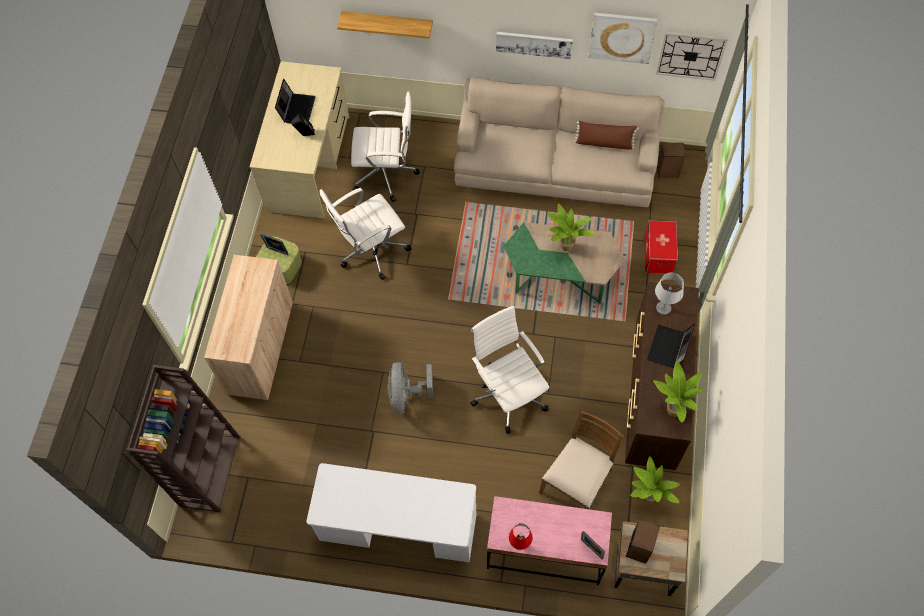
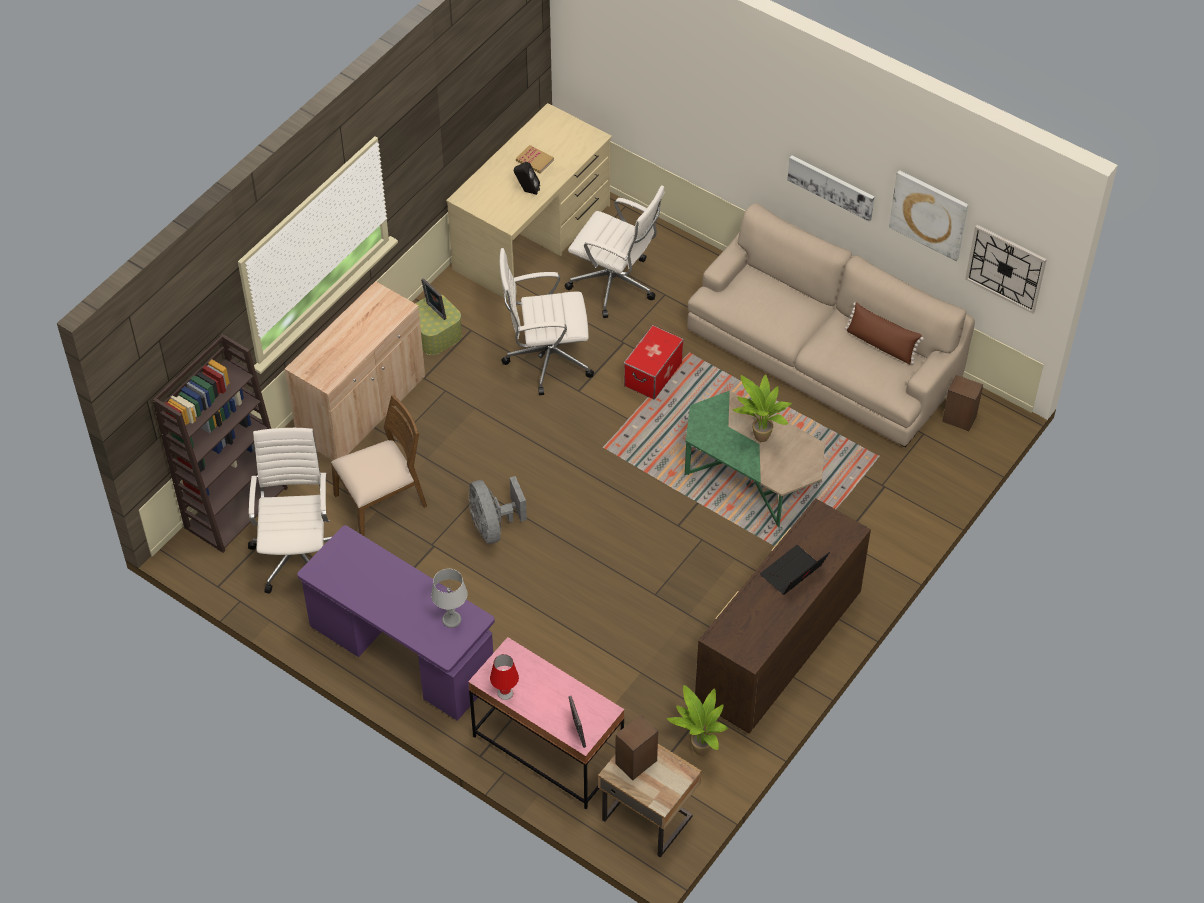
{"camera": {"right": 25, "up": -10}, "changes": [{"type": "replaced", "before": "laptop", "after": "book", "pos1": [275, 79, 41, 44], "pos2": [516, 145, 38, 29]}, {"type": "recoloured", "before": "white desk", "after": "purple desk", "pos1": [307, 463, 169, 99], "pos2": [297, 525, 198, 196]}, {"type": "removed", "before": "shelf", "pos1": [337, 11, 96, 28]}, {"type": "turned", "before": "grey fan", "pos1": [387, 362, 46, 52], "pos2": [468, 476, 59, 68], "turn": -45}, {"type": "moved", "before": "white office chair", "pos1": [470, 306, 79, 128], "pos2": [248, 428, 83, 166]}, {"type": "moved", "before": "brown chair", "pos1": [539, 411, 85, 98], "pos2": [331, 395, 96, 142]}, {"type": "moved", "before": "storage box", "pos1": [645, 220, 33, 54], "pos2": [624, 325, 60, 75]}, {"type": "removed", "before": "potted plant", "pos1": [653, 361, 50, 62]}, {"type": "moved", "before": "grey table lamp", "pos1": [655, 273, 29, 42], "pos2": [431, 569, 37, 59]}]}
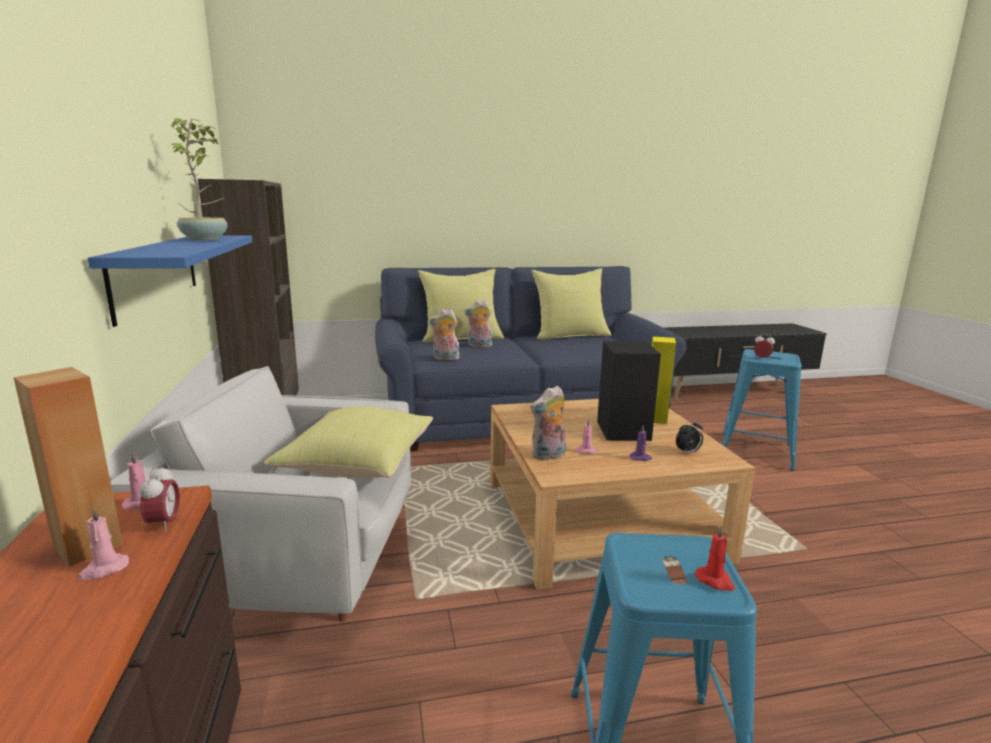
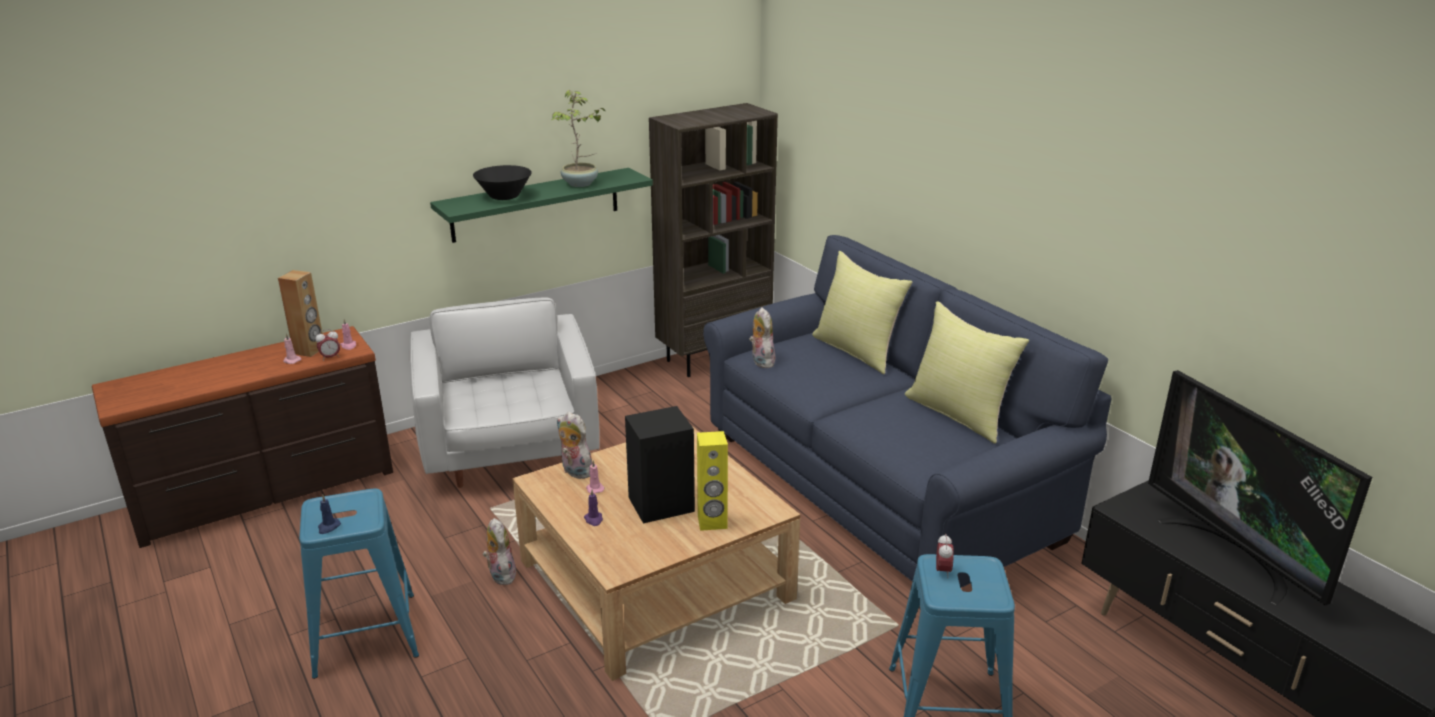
{"camera": {"right": 70, "up": 10}, "changes": [{"type": "recoloured", "before": "blue shelf", "after": "green shelf", "pos1": [88, 235, 164, 92], "pos2": [430, 168, 223, 75]}, {"type": "removed", "before": "yellow pillow", "pos1": [264, 406, 169, 72]}, {"type": "moved", "before": "plush toy", "pos1": [464, 300, 28, 47], "pos2": [483, 518, 33, 67]}, {"type": "removed", "before": "alarm clock", "pos1": [676, 419, 27, 36]}, {"type": "recoloured", "before": "red candle", "after": "blue candle", "pos1": [695, 525, 40, 66], "pos2": [318, 495, 23, 39]}, {"type": "added", "after": "black bowl", "pos2": [473, 165, 59, 35]}, {"type": "added", "after": "television", "pos2": [1148, 370, 224, 235]}]}
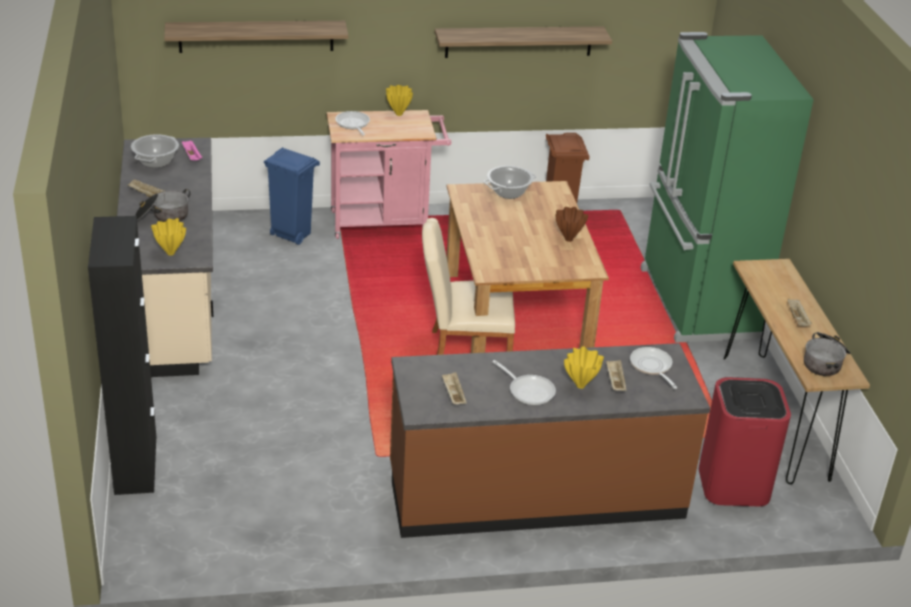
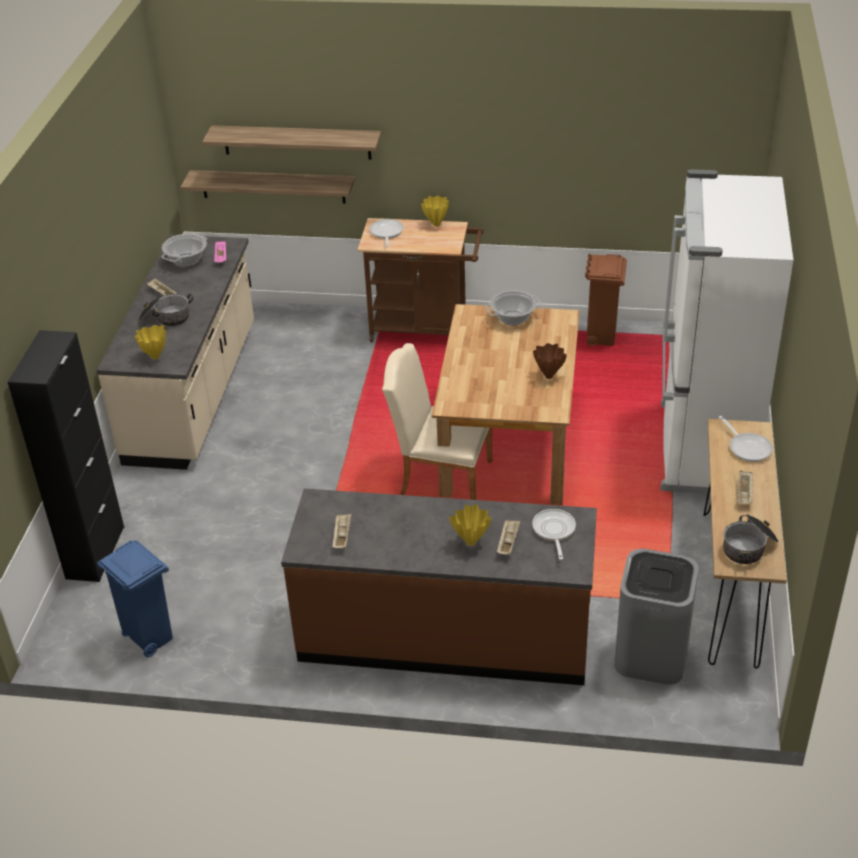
{"camera": {"right": 20, "up": 5}, "changes": [{"type": "moved", "before": "blue trash can", "pos1": [264, 147, 56, 98], "pos2": [97, 540, 76, 117]}, {"type": "recoloured", "before": "pink cart", "after": "brown cart", "pos1": [327, 110, 125, 129], "pos2": [357, 218, 127, 124]}, {"type": "moved", "before": "shelf", "pos1": [435, 26, 177, 32], "pos2": [181, 170, 174, 34]}, {"type": "moved", "before": "frying pan", "pos1": [492, 360, 64, 45], "pos2": [719, 416, 54, 46]}, {"type": "recoloured", "before": "green fridge", "after": "white fridge", "pos1": [641, 32, 173, 311], "pos2": [661, 169, 132, 325]}, {"type": "recoloured", "before": "red trash can", "after": "grey trash can", "pos1": [699, 377, 92, 129], "pos2": [614, 549, 84, 136]}]}
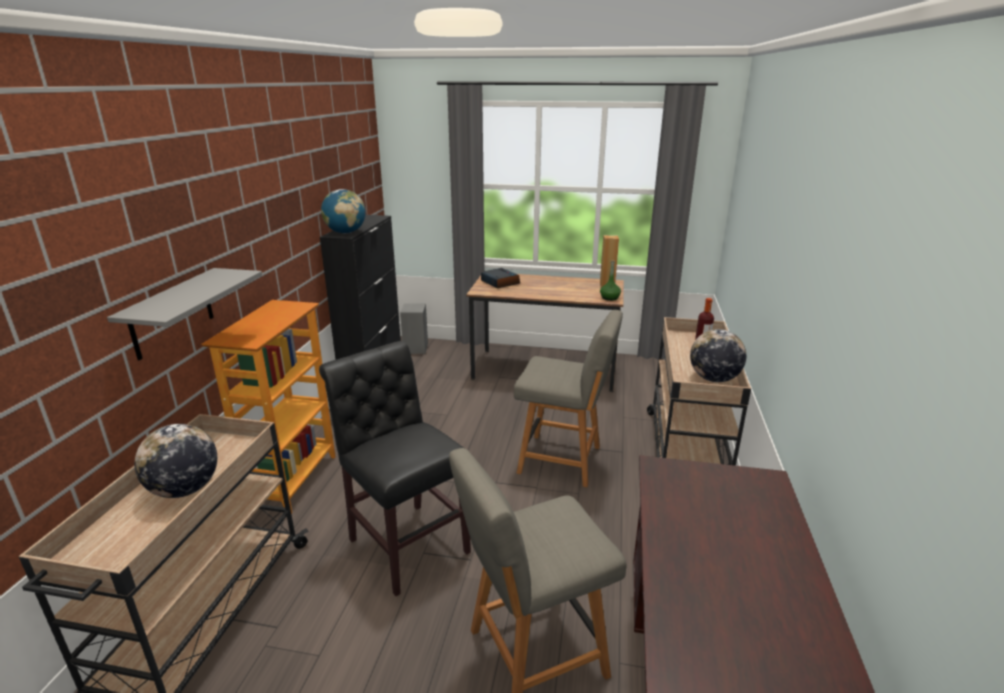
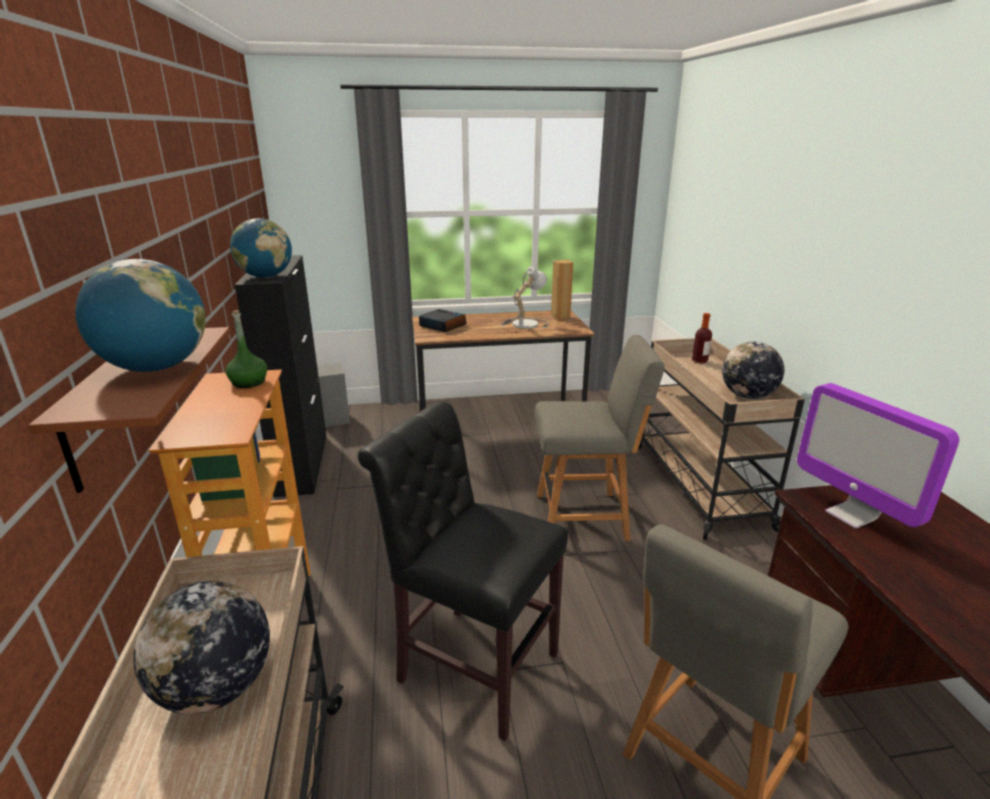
{"camera": {"right": -20, "up": 0}, "changes": [{"type": "recoloured", "before": "grey shelf", "after": "brown shelf", "pos1": [107, 268, 155, 93], "pos2": [28, 327, 203, 166]}, {"type": "moved", "before": "green bottle", "pos1": [600, 260, 21, 41], "pos2": [225, 310, 42, 78]}, {"type": "added", "after": "globe", "pos2": [75, 259, 131, 113]}, {"type": "added", "after": "table lamp", "pos2": [501, 266, 48, 63]}, {"type": "added", "after": "monitor", "pos2": [797, 383, 162, 146]}]}
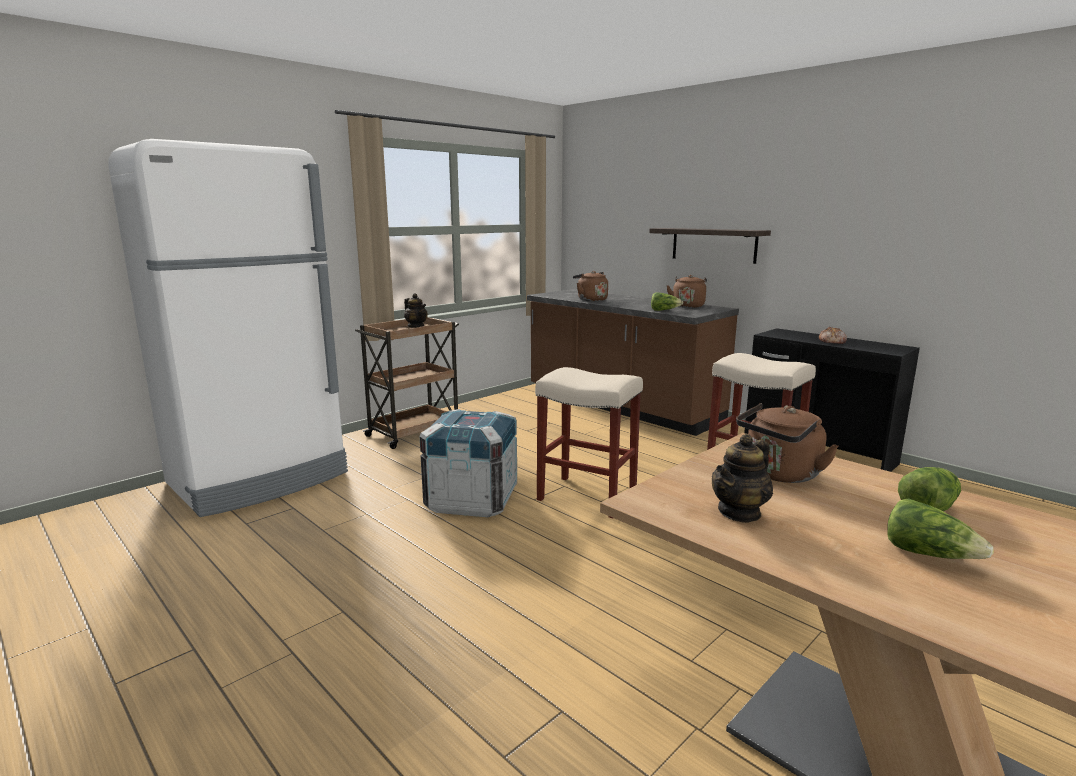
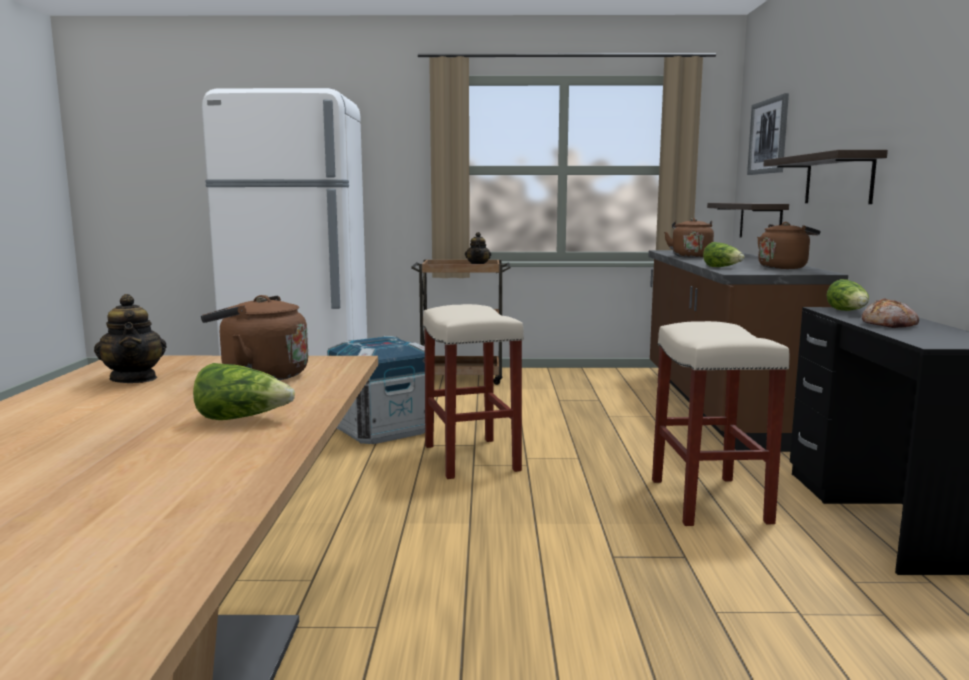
{"camera": {"right": 45, "up": -5}, "changes": [{"type": "turned", "before": "teapot", "pos1": [712, 434, 61, 89], "pos2": [94, 294, 72, 89], "turn": -120}, {"type": "moved", "before": "lettuce", "pos1": [887, 498, 107, 61], "pos2": [826, 279, 43, 32]}, {"type": "added", "after": "shelf", "pos2": [707, 203, 82, 35]}, {"type": "added", "after": "picture", "pos2": [747, 93, 42, 82]}]}
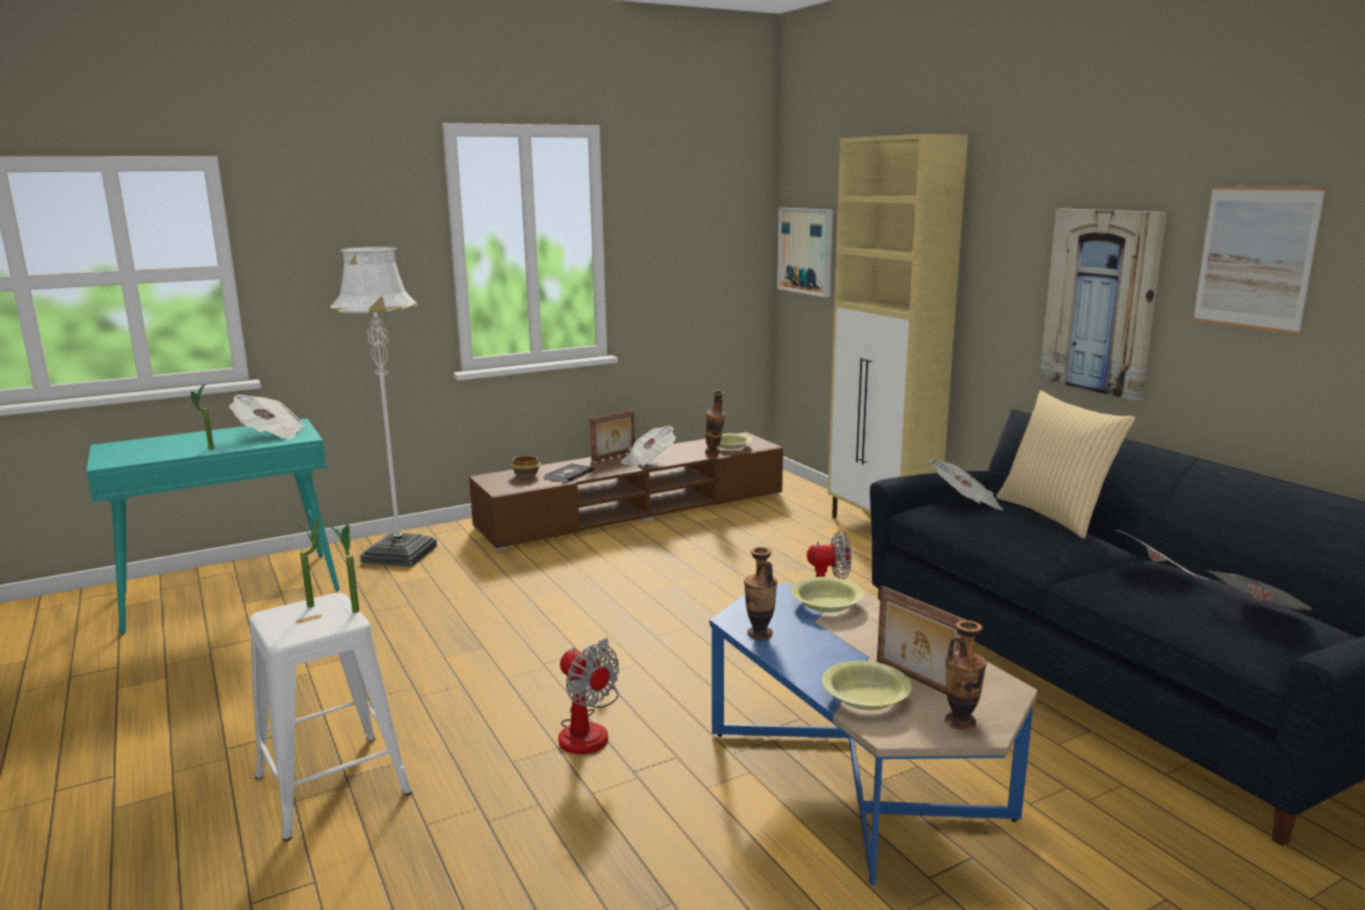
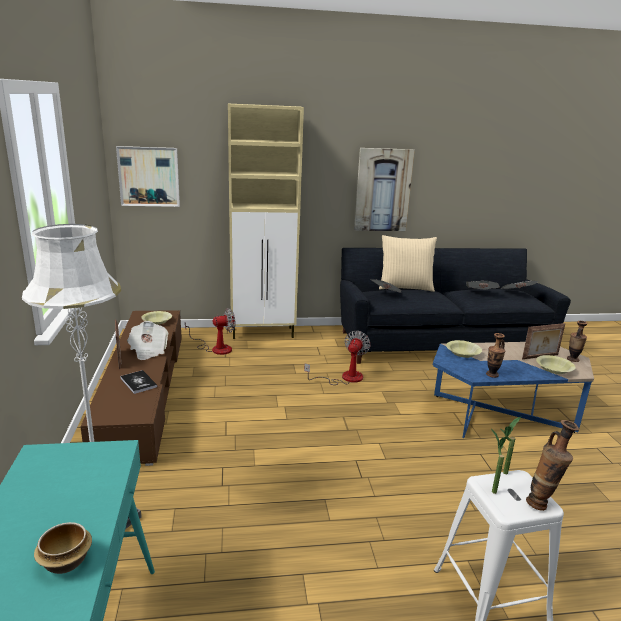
{"camera": {"right": -70, "up": 5}, "changes": [{"type": "removed", "before": "potted plant", "pos1": [189, 383, 25, 67]}, {"type": "removed", "before": "newspaper", "pos1": [229, 395, 76, 44]}, {"type": "moved", "before": "bowl", "pos1": [511, 456, 30, 22], "pos2": [34, 522, 58, 52]}, {"type": "moved", "before": "fan", "pos1": [558, 638, 61, 116], "pos2": [185, 308, 50, 47]}, {"type": "moved", "before": "vase", "pos1": [705, 391, 21, 65], "pos2": [526, 420, 53, 91]}, {"type": "removed", "before": "picture", "pos1": [1193, 186, 133, 149]}]}
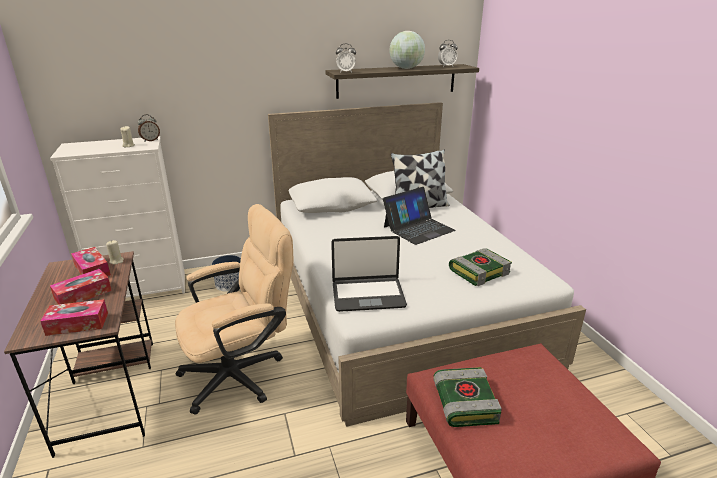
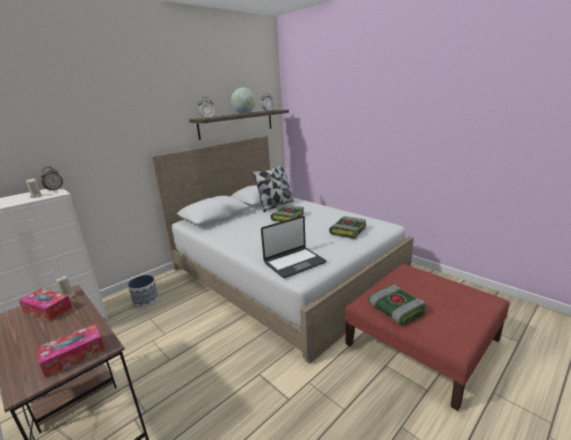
{"camera": {"right": -25, "up": -5}, "changes": [{"type": "removed", "before": "tissue box", "pos1": [50, 269, 62, 36]}, {"type": "removed", "before": "beige office chair", "pos1": [175, 204, 118, 211]}, {"type": "replaced", "before": "laptop", "after": "book", "pos1": [383, 187, 73, 58], "pos2": [271, 205, 33, 17]}]}
